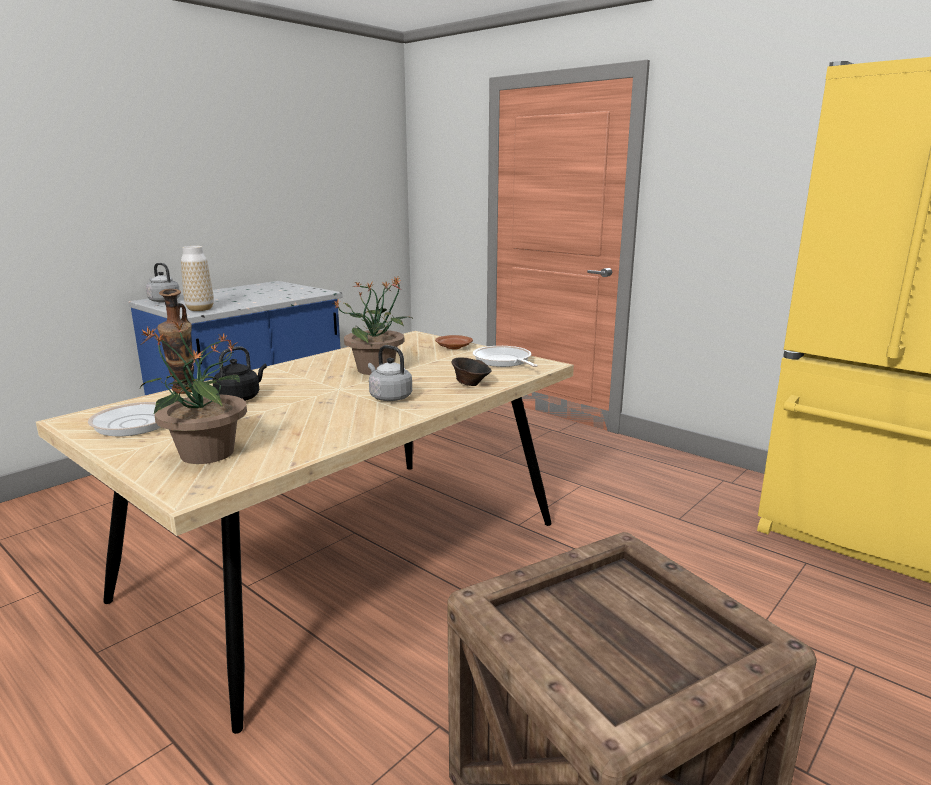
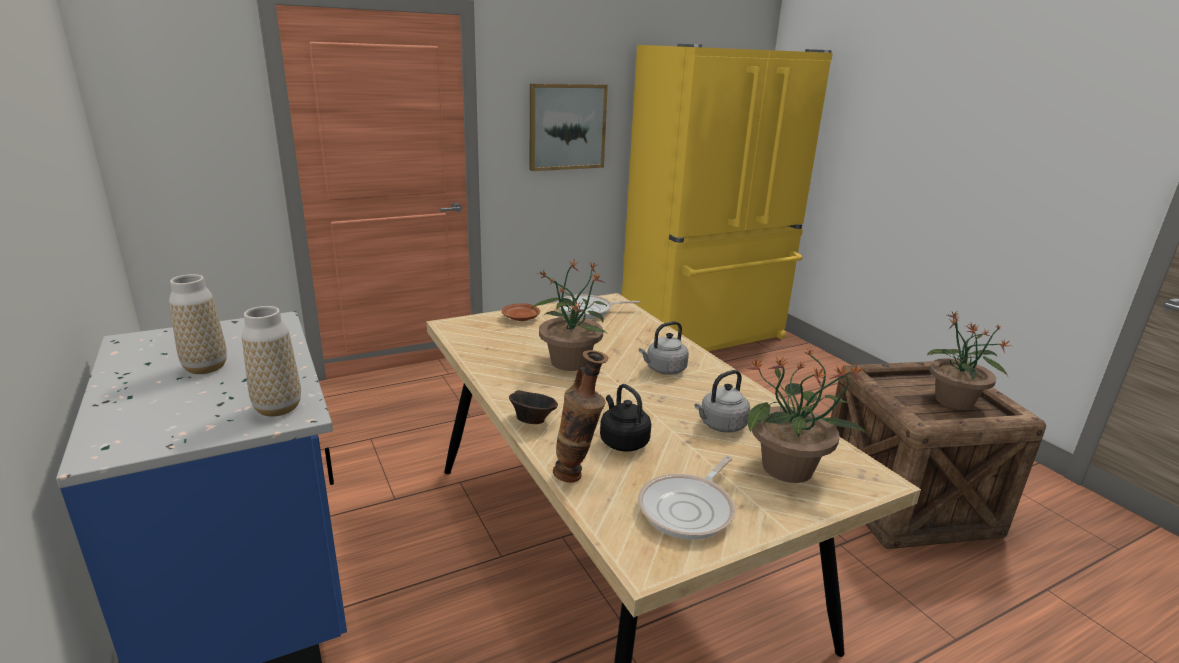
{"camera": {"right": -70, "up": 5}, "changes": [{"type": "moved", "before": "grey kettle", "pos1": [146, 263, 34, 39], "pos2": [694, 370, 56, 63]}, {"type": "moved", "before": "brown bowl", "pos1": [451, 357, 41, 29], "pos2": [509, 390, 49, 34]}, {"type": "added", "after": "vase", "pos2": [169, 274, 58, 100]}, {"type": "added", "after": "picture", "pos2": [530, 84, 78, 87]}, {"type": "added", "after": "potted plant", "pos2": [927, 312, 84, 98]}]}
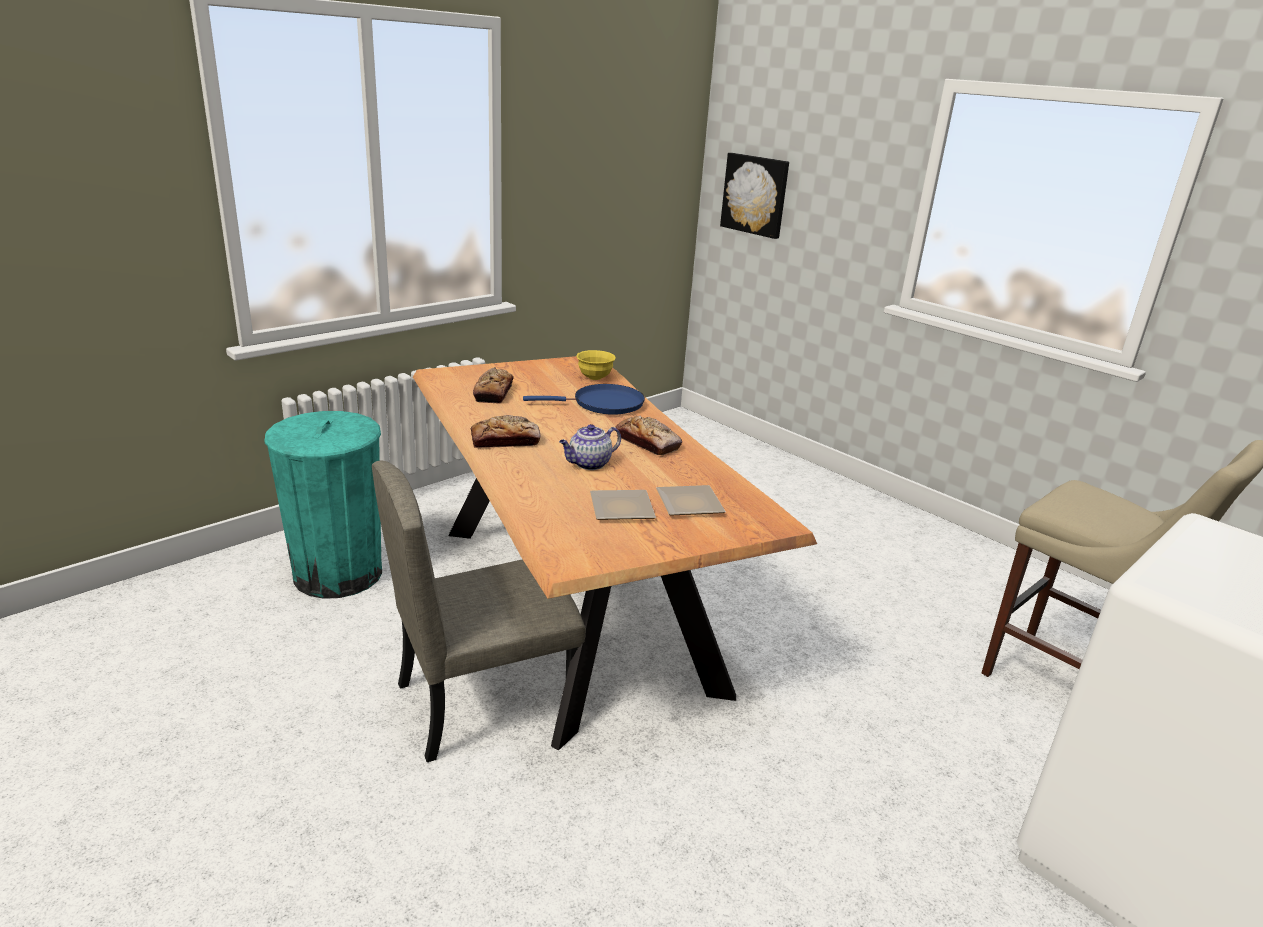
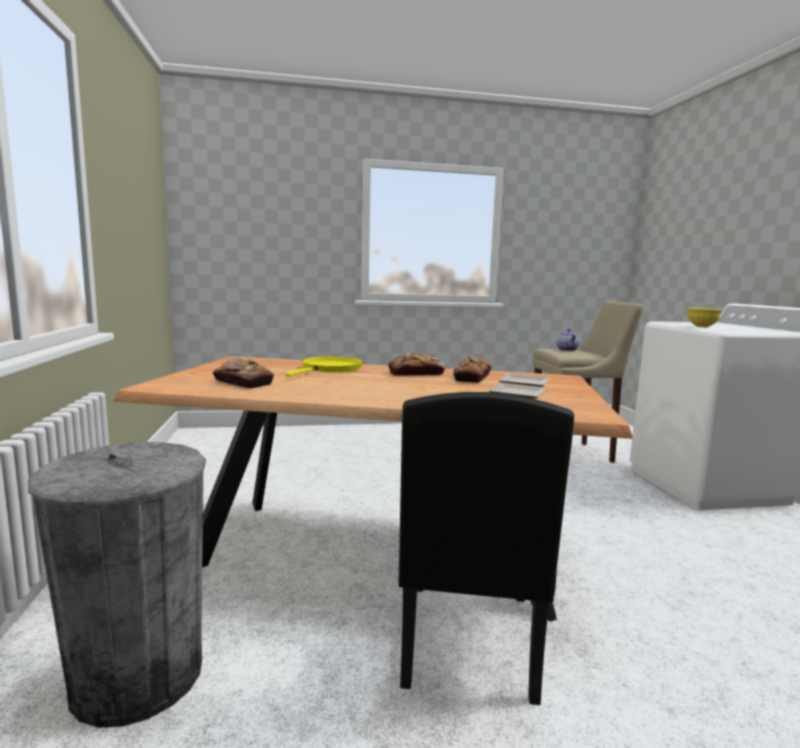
{"camera": {"right": -55, "up": -15}, "changes": [{"type": "recoloured", "before": "turquoise trash can", "after": "grey trash can", "pos1": [264, 411, 118, 188], "pos2": [28, 442, 178, 286]}, {"type": "recoloured", "before": "beige chair", "after": "black chair", "pos1": [372, 461, 214, 301], "pos2": [399, 392, 175, 313]}, {"type": "moved", "before": "bread", "pos1": [471, 415, 70, 33], "pos2": [453, 355, 38, 28]}, {"type": "recoloured", "before": "blue frying pan", "after": "yellow frying pan", "pos1": [523, 384, 122, 31], "pos2": [285, 356, 78, 21]}, {"type": "moved", "before": "teapot", "pos1": [559, 424, 62, 46], "pos2": [556, 329, 24, 22]}, {"type": "moved", "before": "yellow bowl", "pos1": [576, 350, 40, 30], "pos2": [687, 308, 36, 19]}, {"type": "removed", "before": "picture", "pos1": [720, 153, 69, 86]}]}
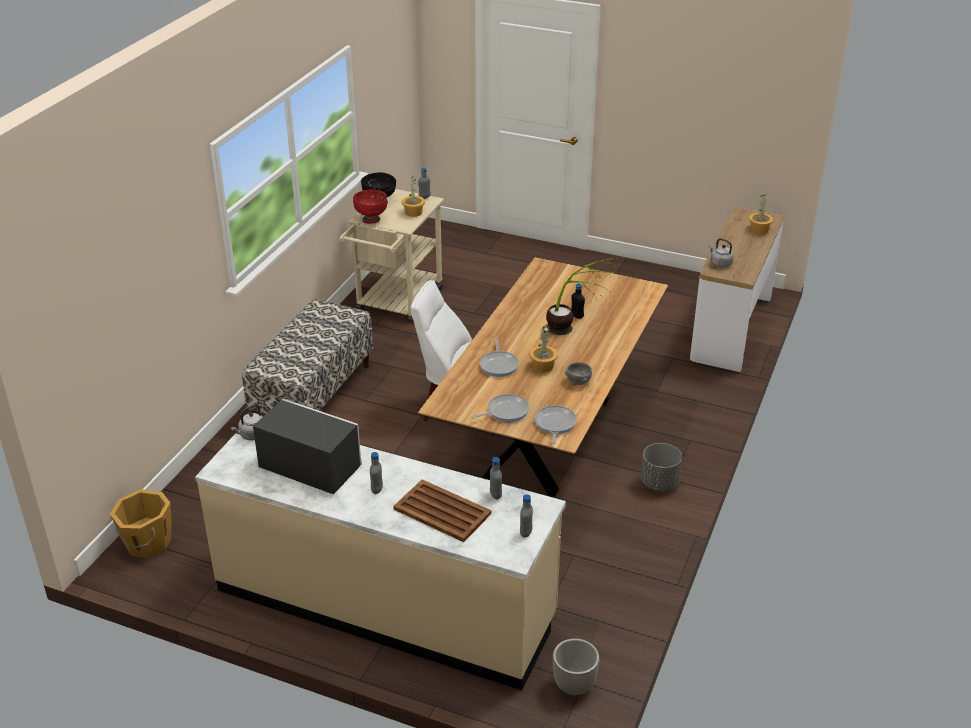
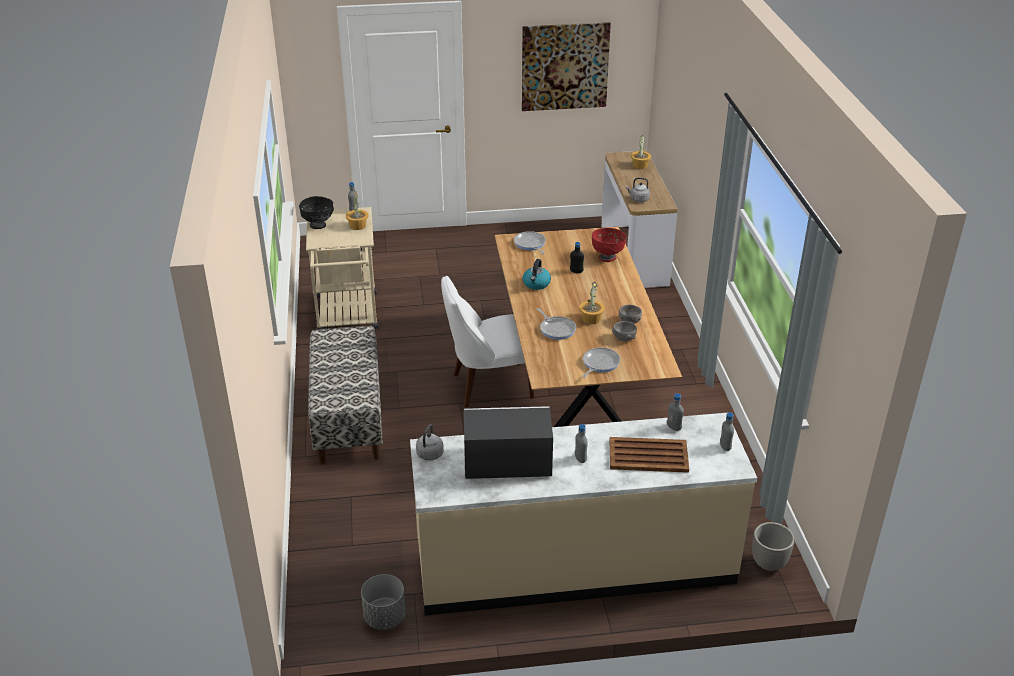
{"camera": {"right": -30, "up": 0}, "changes": [{"type": "removed", "before": "orange bucket", "pos1": [110, 489, 62, 69]}, {"type": "moved", "before": "red bowl", "pos1": [353, 189, 34, 35], "pos2": [592, 228, 34, 34]}, {"type": "moved", "before": "frying pan", "pos1": [535, 405, 42, 39], "pos2": [514, 231, 32, 23]}, {"type": "removed", "before": "potted plant", "pos1": [546, 257, 68, 78]}, {"type": "moved", "before": "grey planter", "pos1": [641, 443, 41, 48], "pos2": [361, 574, 45, 56]}, {"type": "added", "after": "picture", "pos2": [522, 22, 89, 89]}, {"type": "added", "after": "kettle", "pos2": [523, 259, 28, 31]}, {"type": "added", "after": "grey bowl", "pos2": [612, 321, 25, 20]}]}
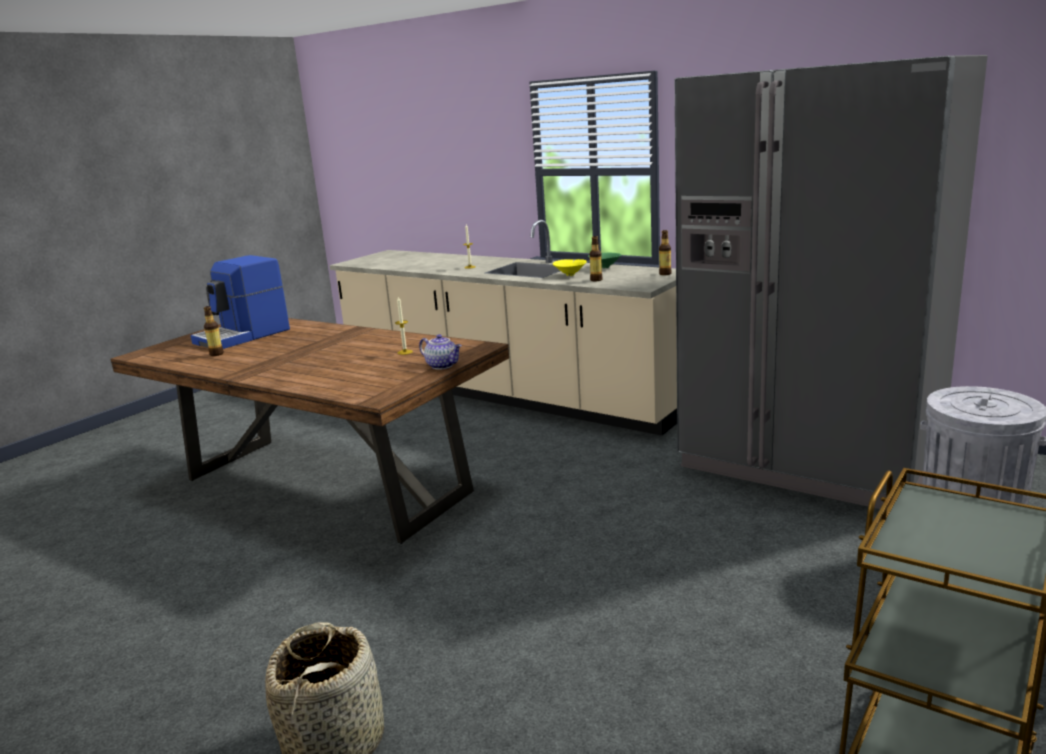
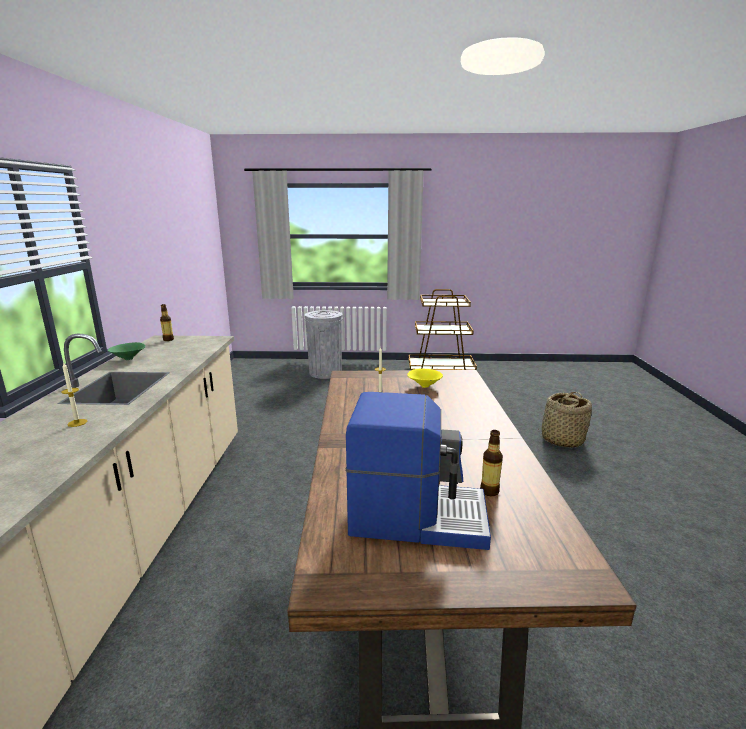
{"camera": {"right": -125, "up": 0}, "changes": [{"type": "removed", "before": "teapot", "pos1": [419, 334, 43, 35]}, {"type": "moved", "before": "yellow bowl", "pos1": [553, 259, 34, 17], "pos2": [407, 368, 36, 20]}, {"type": "removed", "before": "bottle", "pos1": [589, 236, 14, 45]}, {"type": "removed", "before": "grey fridge", "pos1": [675, 55, 313, 454]}]}
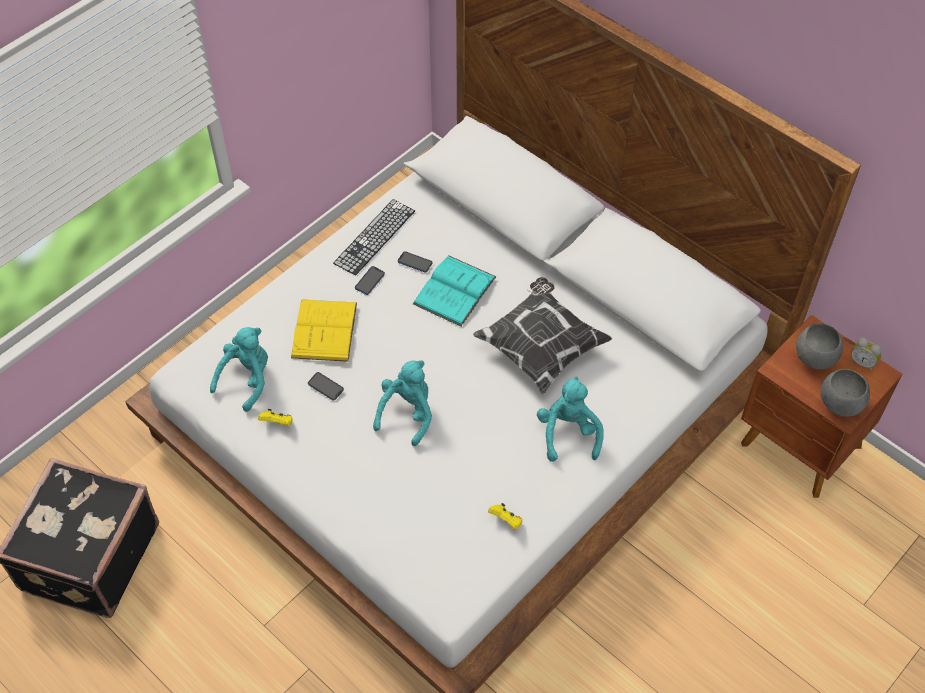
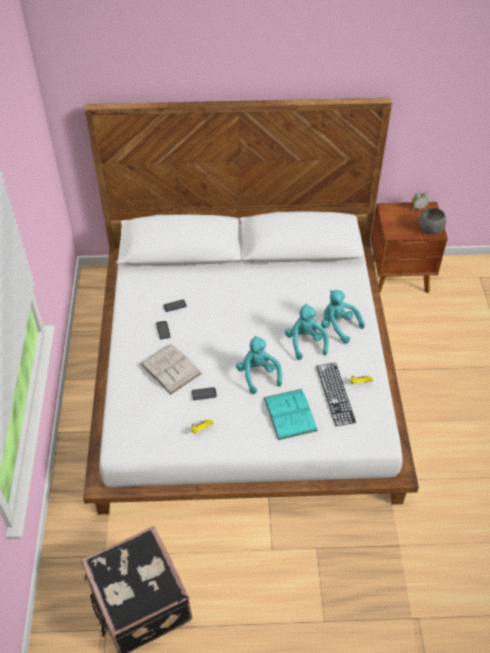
{"camera": {"right": -45, "up": -5}, "changes": [{"type": "moved", "before": "turquoise plush toy", "pos1": [210, 327, 58, 85], "pos2": [285, 304, 44, 56]}, {"type": "recoloured", "before": "yellow book", "after": "white book", "pos1": [291, 300, 66, 62], "pos2": [140, 344, 62, 50]}, {"type": "moved", "before": "keyboard", "pos1": [333, 199, 82, 77], "pos2": [316, 363, 40, 63]}, {"type": "moved", "before": "turquoise book", "pos1": [413, 256, 83, 71], "pos2": [264, 389, 54, 51]}, {"type": "removed", "before": "pillow", "pos1": [473, 277, 139, 117]}, {"type": "removed", "before": "grey bowl", "pos1": [796, 323, 47, 46]}]}
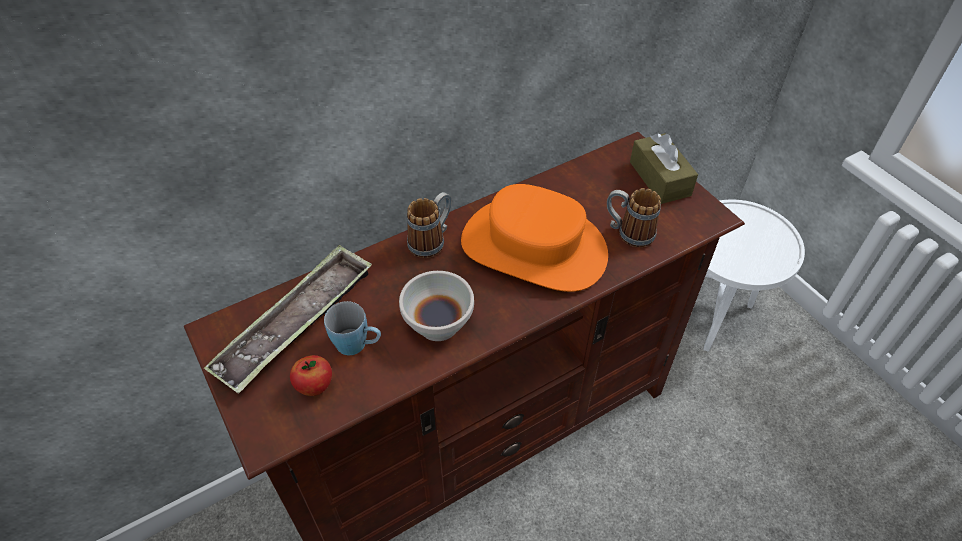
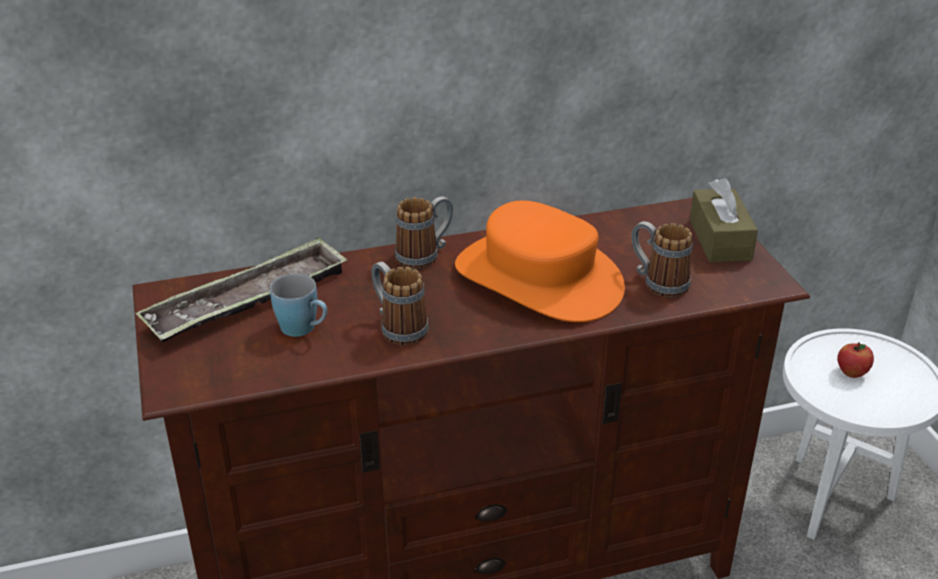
{"camera": {"right": 15, "up": -15}, "changes": [{"type": "moved", "before": "apple", "pos1": [290, 355, 42, 41], "pos2": [837, 342, 37, 36]}, {"type": "replaced", "before": "white bowl", "after": "mug", "pos1": [399, 271, 75, 70], "pos2": [371, 261, 58, 84]}]}
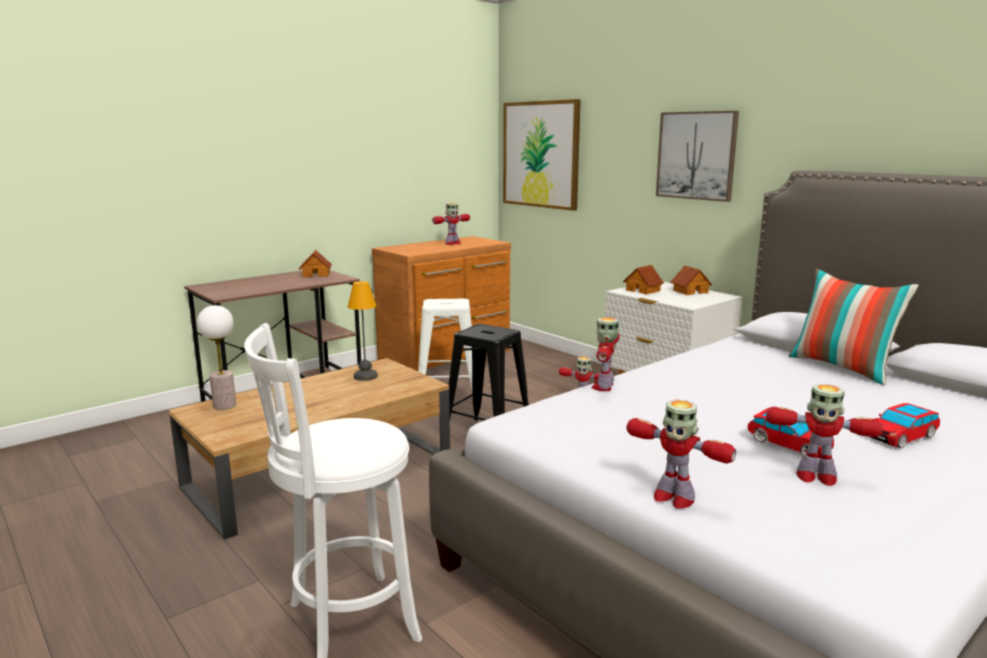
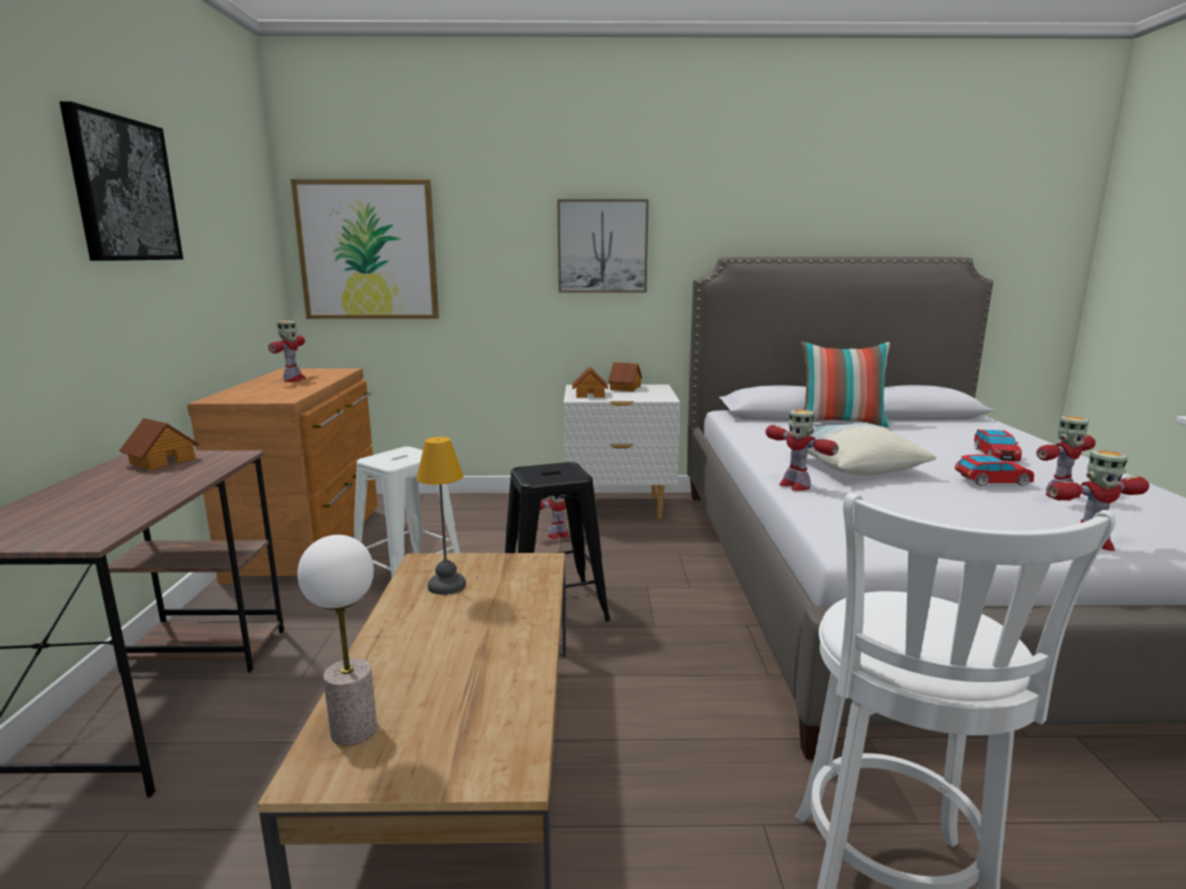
{"camera": {"right": -50, "up": 0}, "changes": [{"type": "added", "after": "picture", "pos2": [59, 101, 124, 160]}, {"type": "added", "after": "pillow", "pos2": [807, 423, 129, 53]}]}
